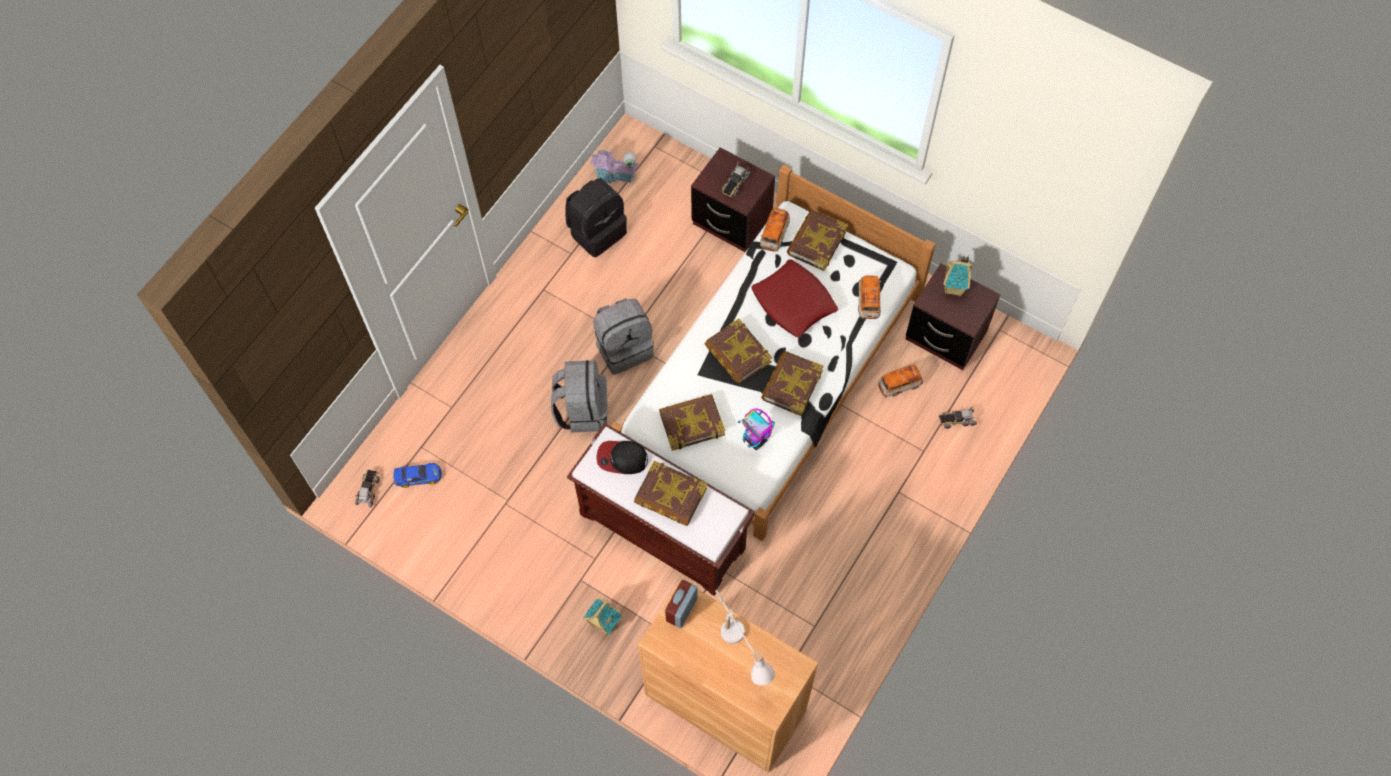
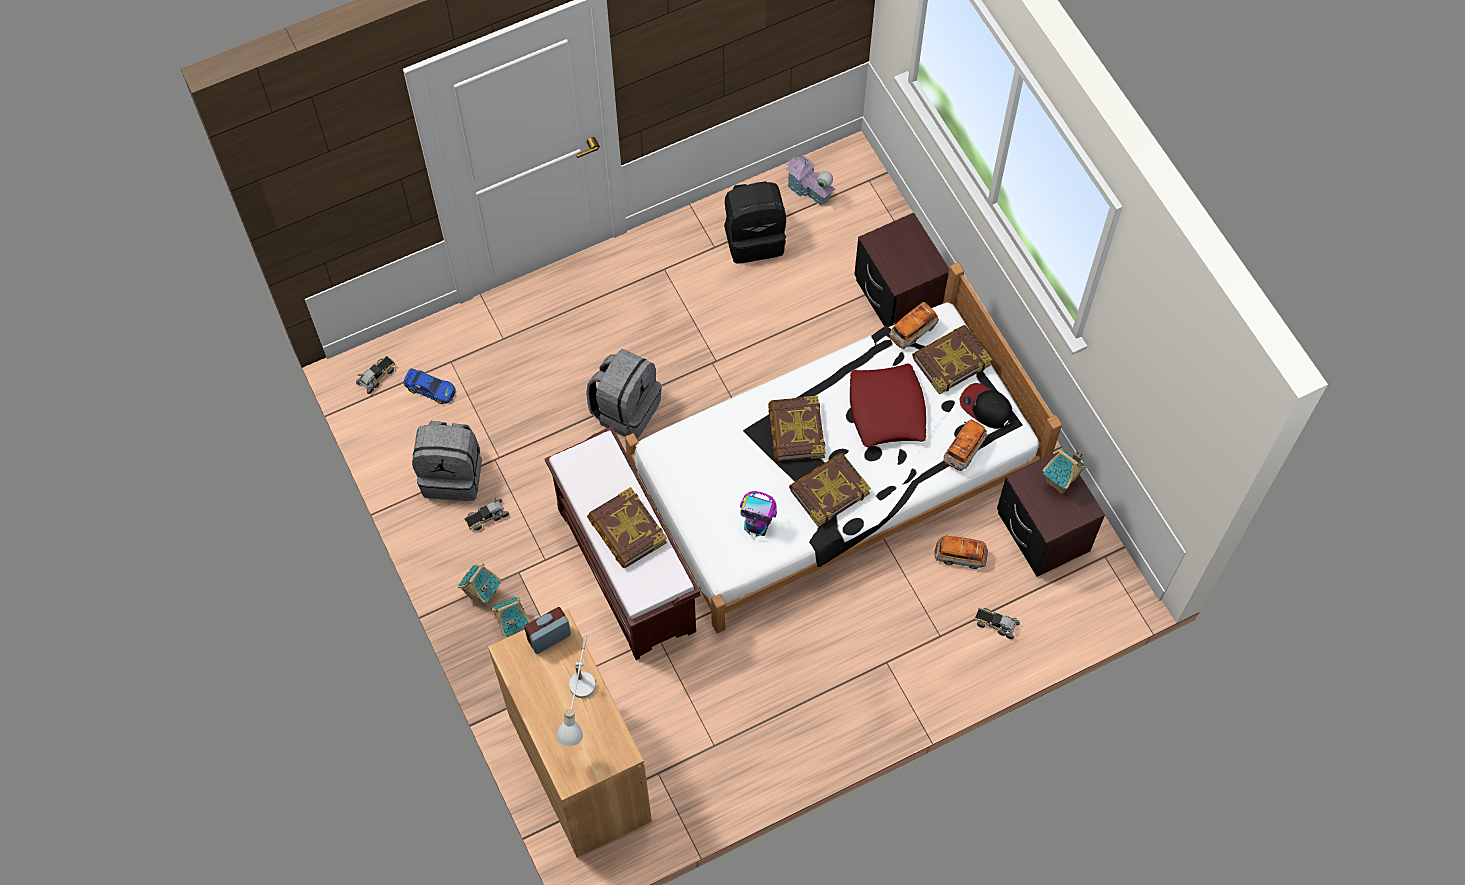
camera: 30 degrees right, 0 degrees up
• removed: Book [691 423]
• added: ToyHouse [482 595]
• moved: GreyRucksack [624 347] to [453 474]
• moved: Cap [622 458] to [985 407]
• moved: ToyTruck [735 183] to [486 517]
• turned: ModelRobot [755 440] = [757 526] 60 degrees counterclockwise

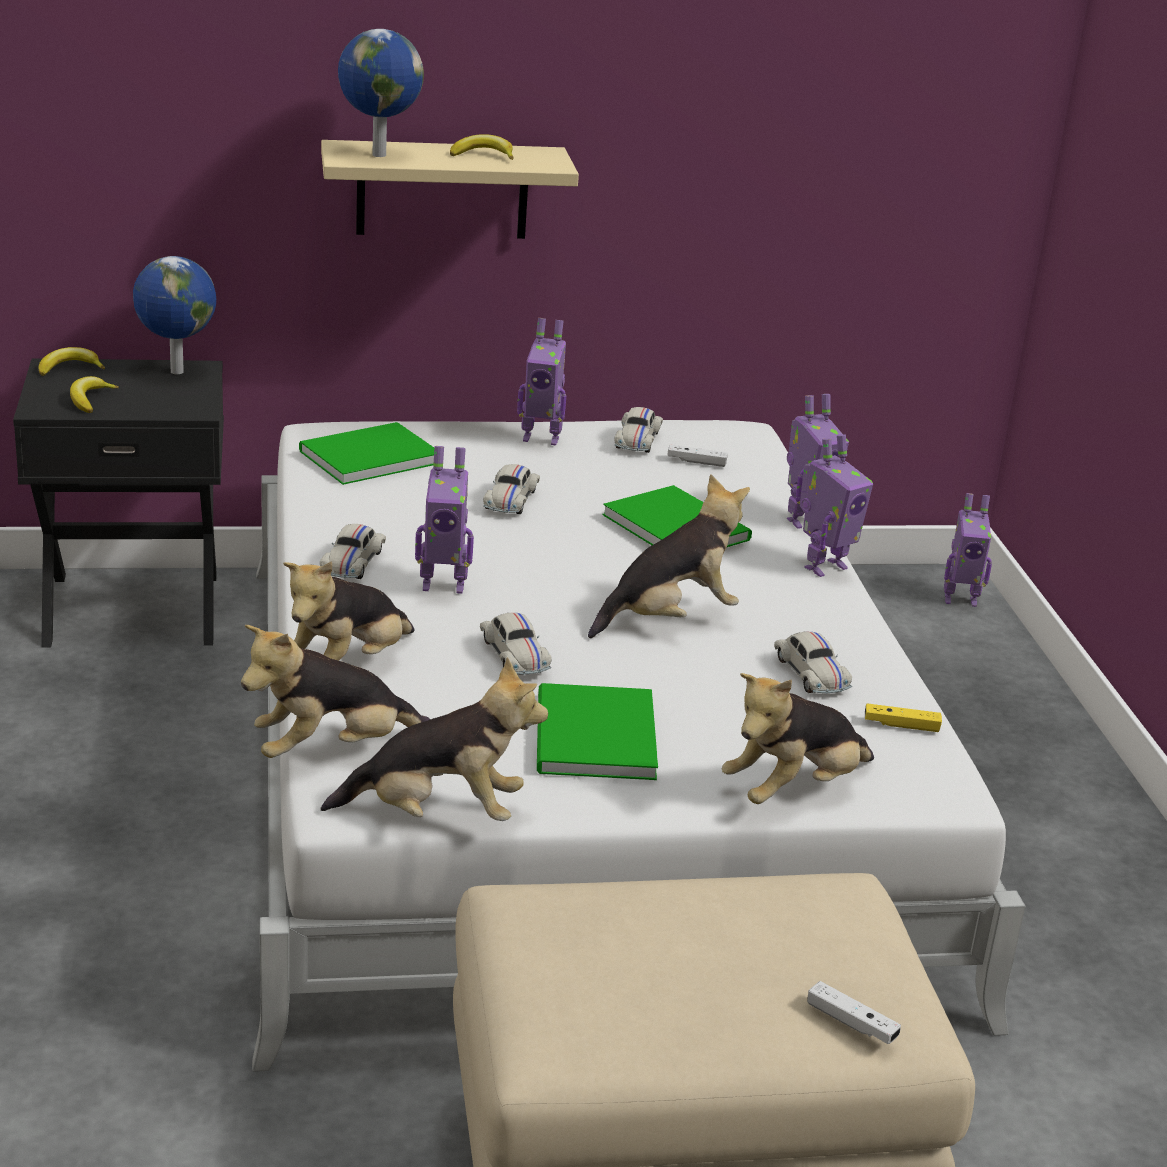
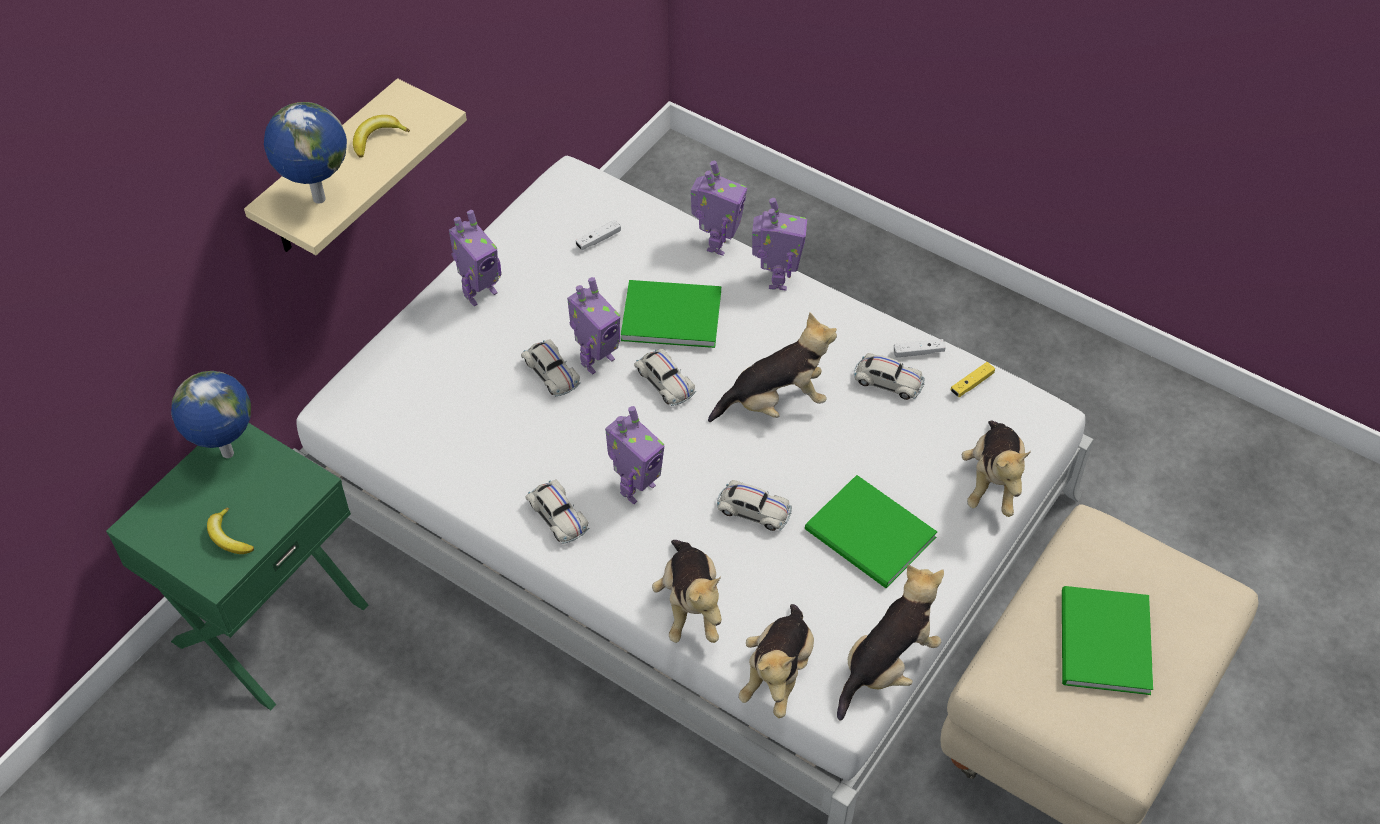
camera: 45 degrees left, 25 degrees up
• removed: Banana [70 369]
• moved: GreenColouredBook [365 457] to [1102 645]
• moved: WhiteColouredModelCar [637 440] to [665 382]
• moved: WhiteColouredGameController [851 1023] to [918 352]
• moved: ModelRobot [960 599] to [596 360]
• recoloured: BlackNightstand [133 607] to GreenColouredNightstand [268 621]
• turned: CuddlyToy [670 618] = [776 402] 60 degrees clockwise

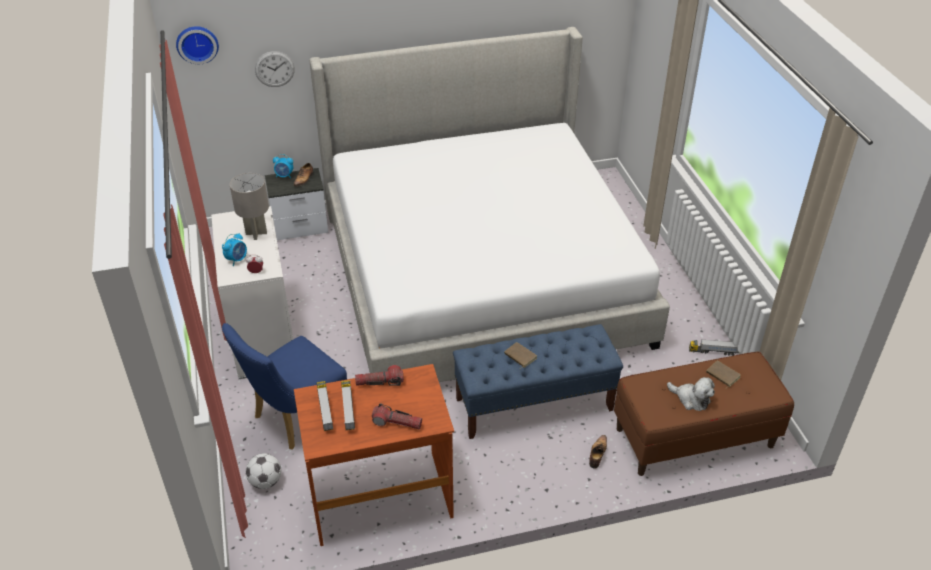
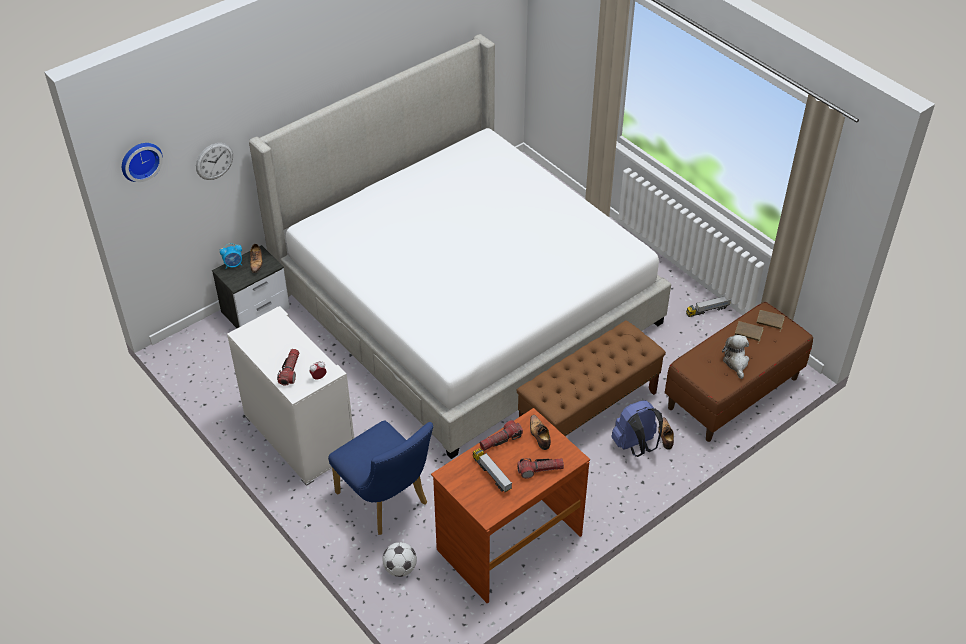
camera: 25 degrees left, 5 degrees up
• removed: GreyTableLamp [256 233]
• removed: ToyTruck [325 410]
• added: LowShoe [539 435]
• added: BlueRucksack [635 446]
• moved: BrownishBook [519 356] to [769 321]
• replaced: BedsideClock [237 259] to Flashlight [290 371]
• recoloured: BlueLongSeat [534 404] to BrownishLongSeat [588 411]
• turned: BlueUprightChair [295 418] = [386 502] 60 degrees counterclockwise
• turned: CuddlyToy [691 399] = [736 362] 105 degrees counterclockwise

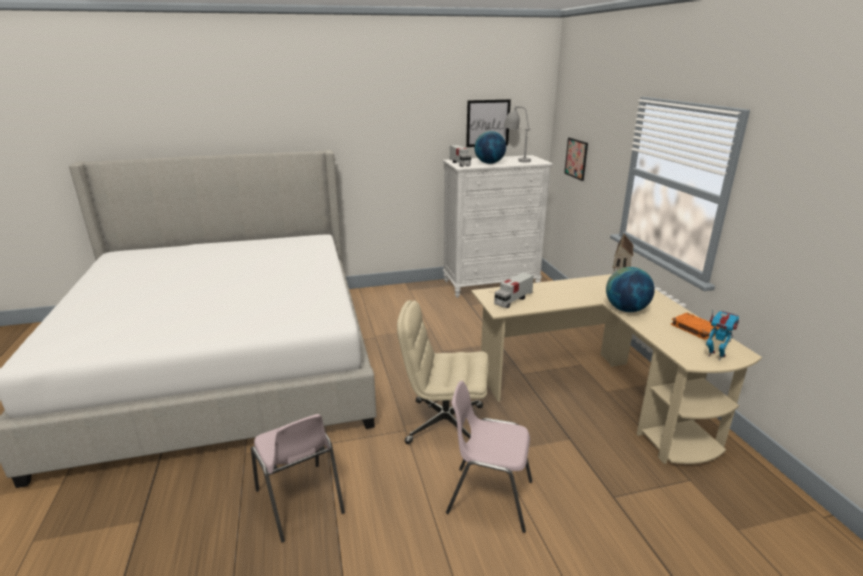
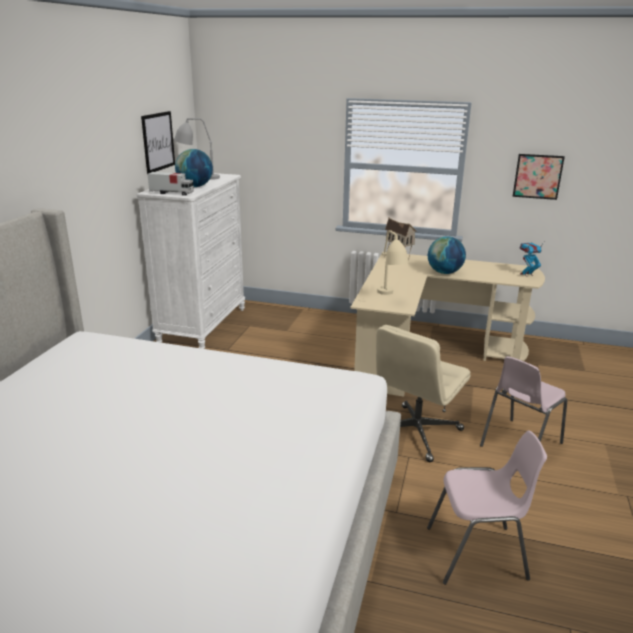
camera: 60 degrees left, 0 degrees up
• removed: OrangeColouredBook [694 328]
• moved: WallPicture [576 158] to [537 176]
• replaced: ToyTruck [513 300] to BeigeColouredTableLamp [390 298]

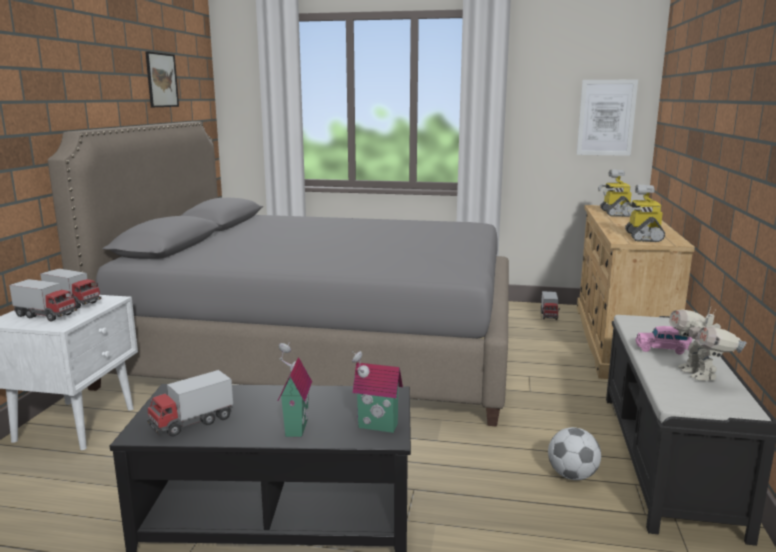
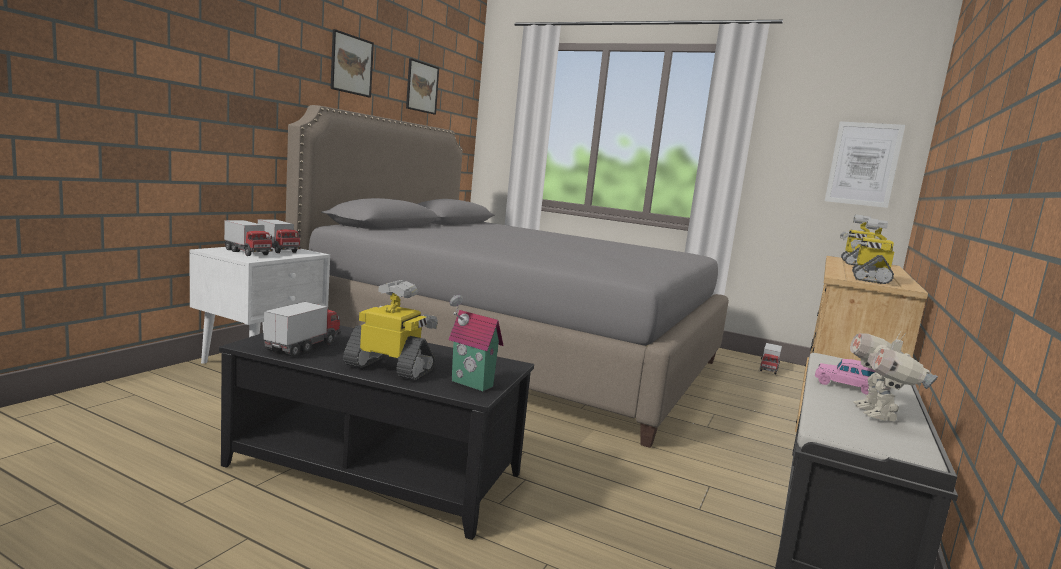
camera: 15 degrees right, 5 degrees down
• removed: BallForFootball [572 475]
• added: WallPicture [351 65]
• replaced: ToyHouse [294 427] to ModelRobot [391 368]
• turned: ToyTruck [192 423] = [303 346] 135 degrees clockwise

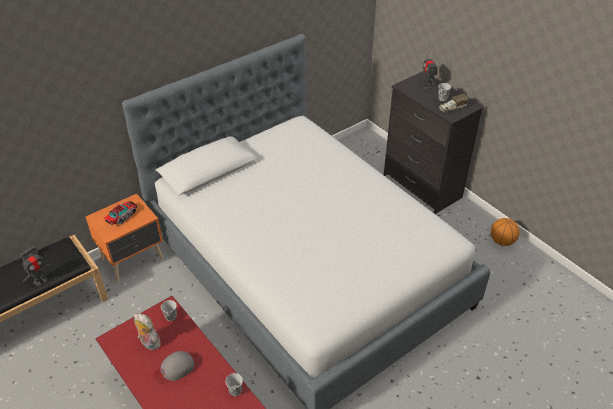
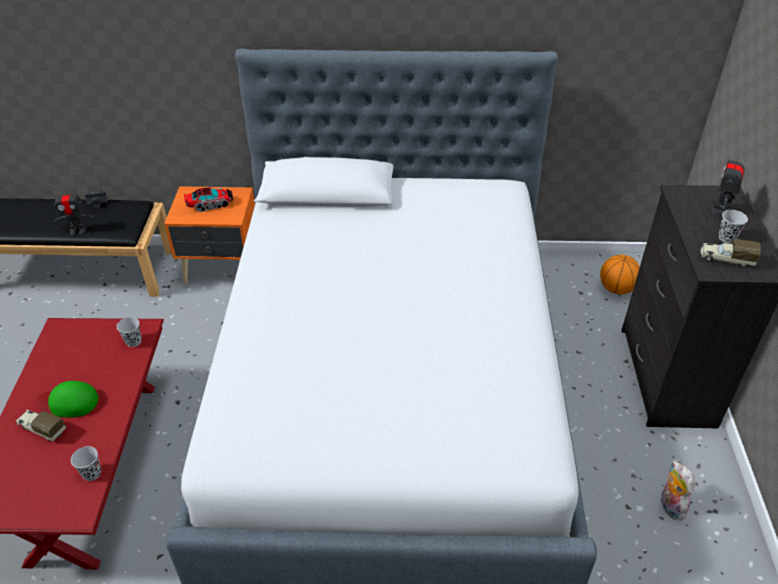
camera: 40 degrees right, 0 degrees up
• added: ToyTruck [42 429]
• moved: CuddlyToy [148 343] to [669 505]
• moved: BallForBasketball [502 241] to [616 289]
• recoloured: GreyCap [174 369] to GreenColouredCap [69 402]

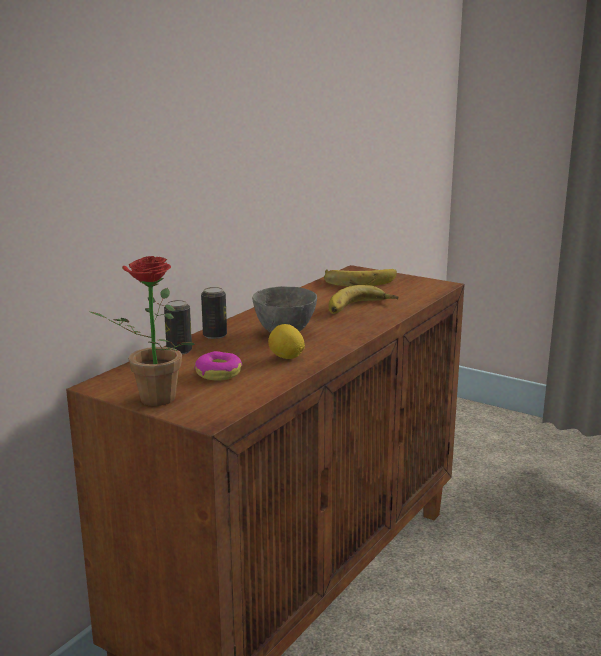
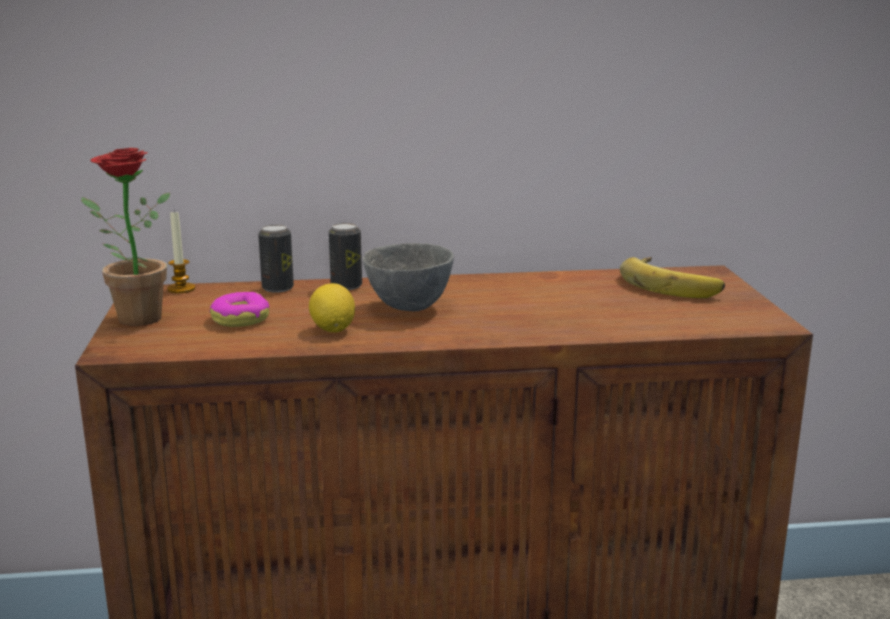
camera: 50 degrees right, 0 degrees up
• removed: Banana [361 308]
• added: WaxLight [181 289]

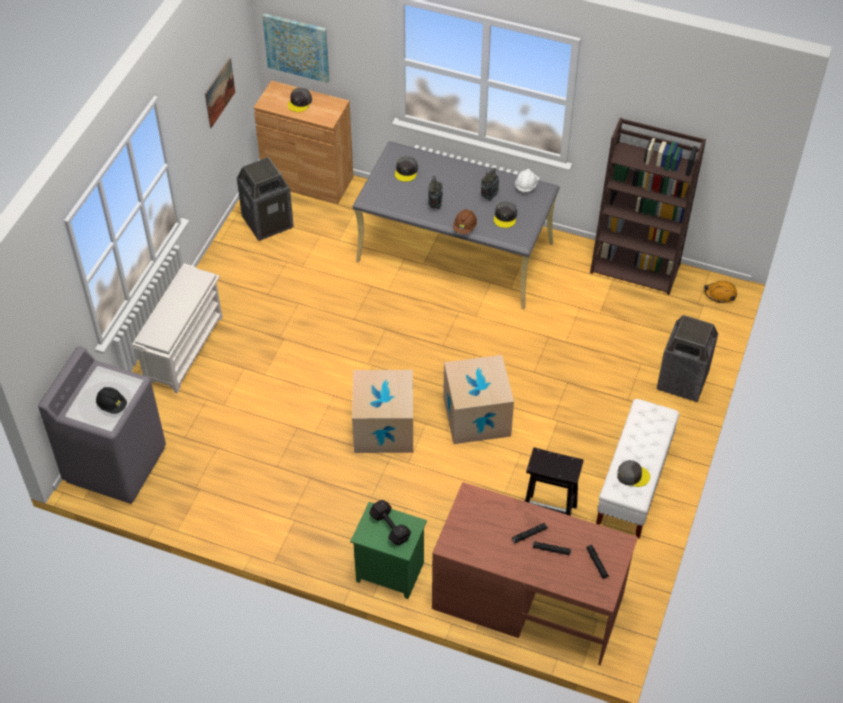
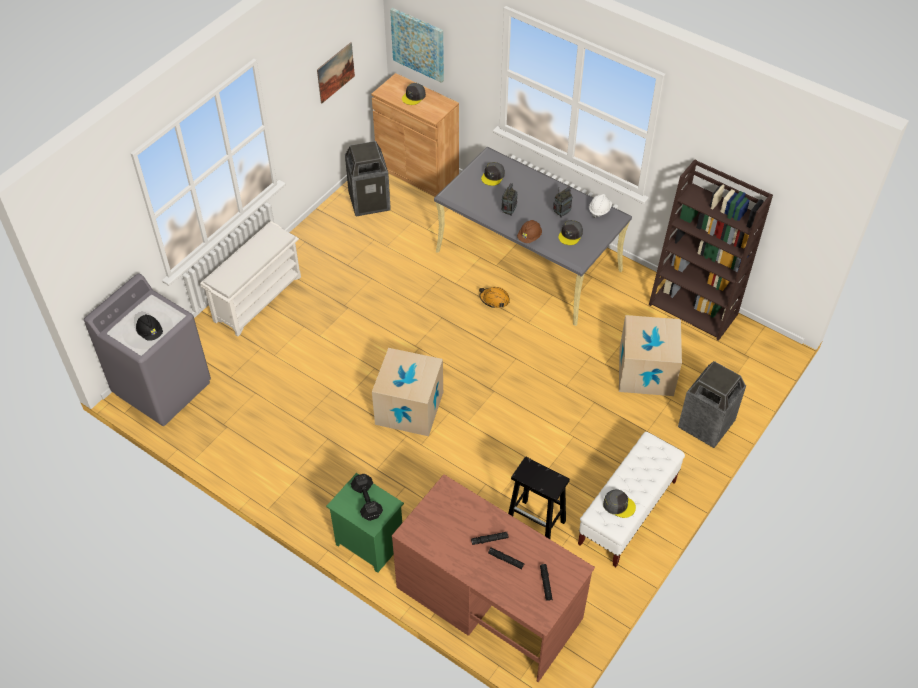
camera: 15 degrees right, 0 degrees up
• moved: CardboardBox [476 416] to [646 372]
• moved: OrangeColouredHardHat [720 294] to [494 299]

